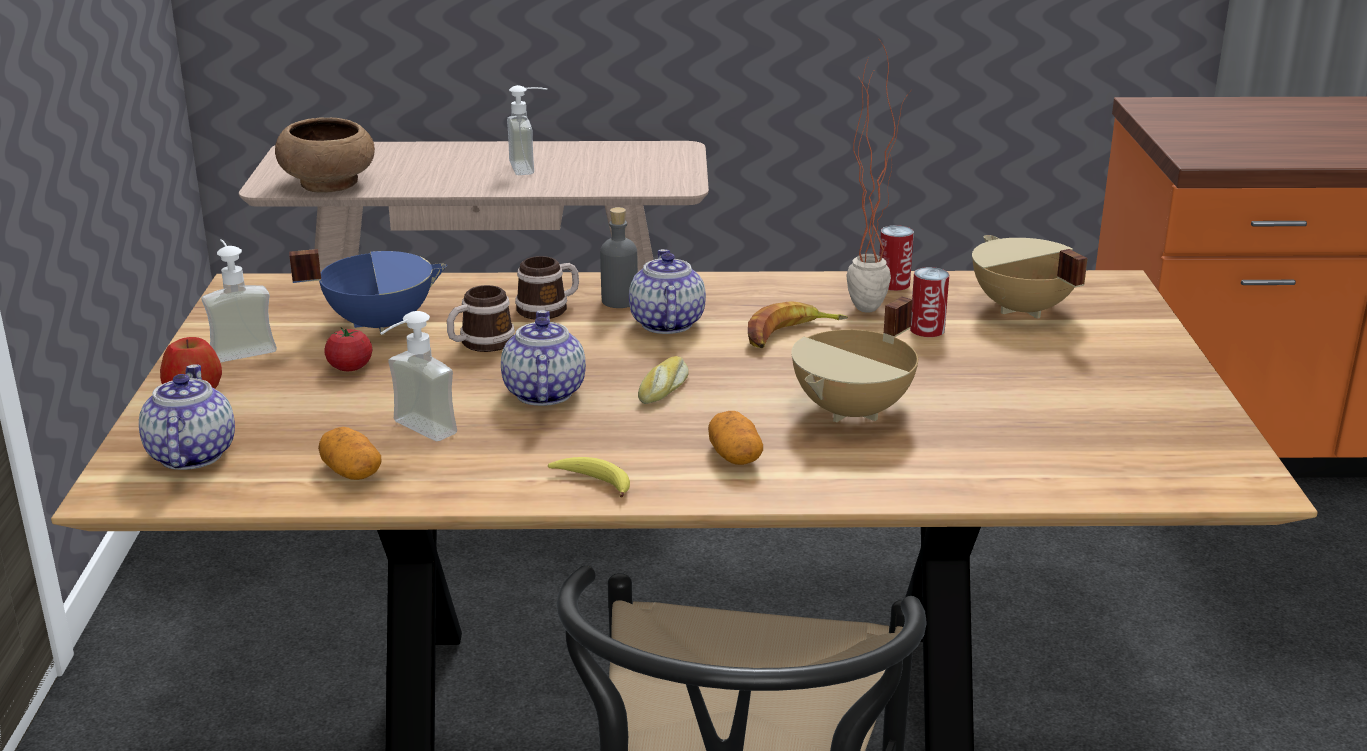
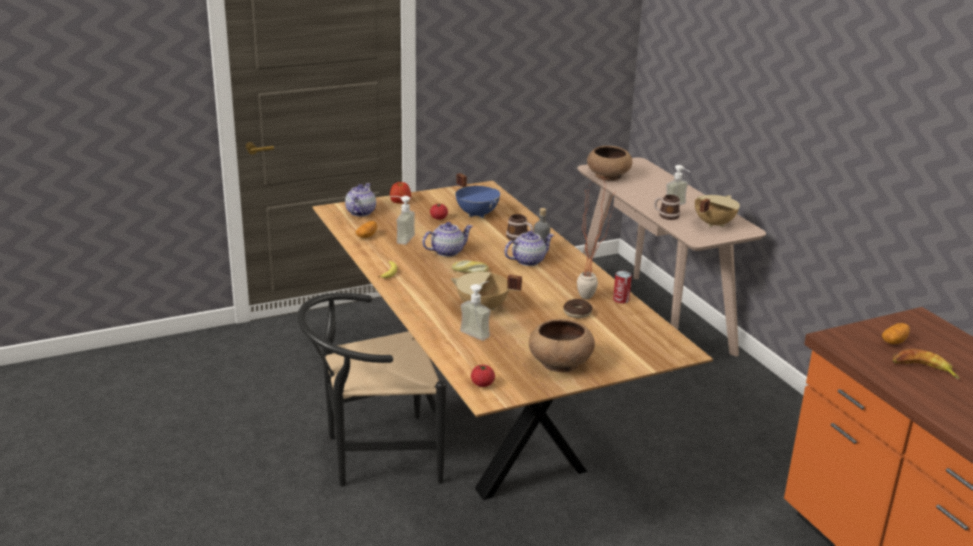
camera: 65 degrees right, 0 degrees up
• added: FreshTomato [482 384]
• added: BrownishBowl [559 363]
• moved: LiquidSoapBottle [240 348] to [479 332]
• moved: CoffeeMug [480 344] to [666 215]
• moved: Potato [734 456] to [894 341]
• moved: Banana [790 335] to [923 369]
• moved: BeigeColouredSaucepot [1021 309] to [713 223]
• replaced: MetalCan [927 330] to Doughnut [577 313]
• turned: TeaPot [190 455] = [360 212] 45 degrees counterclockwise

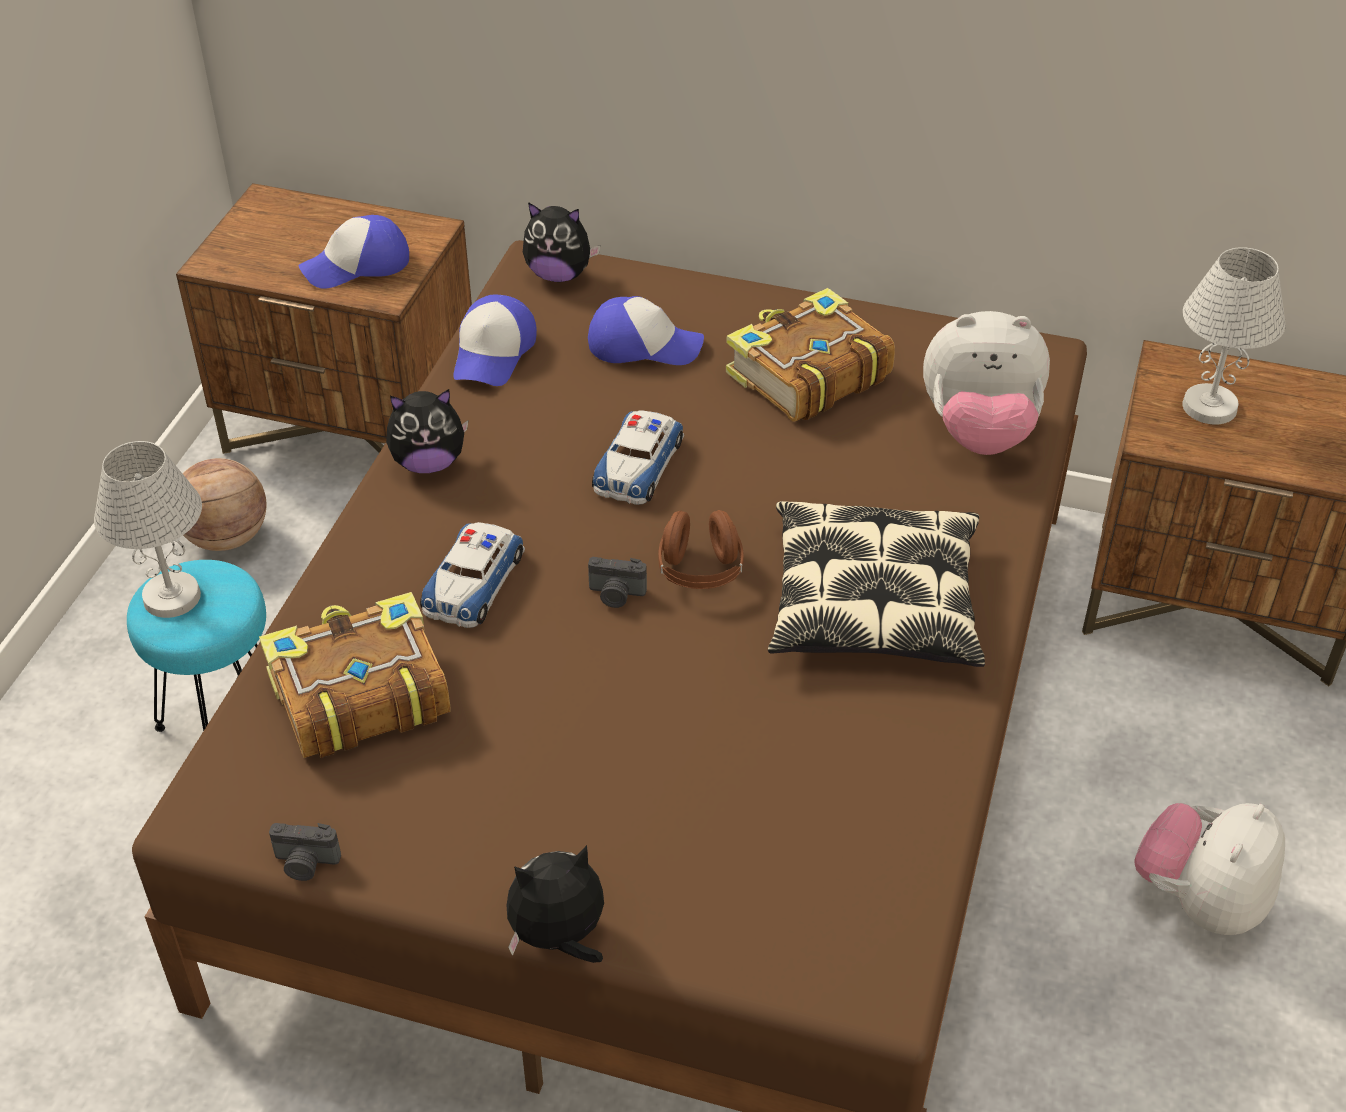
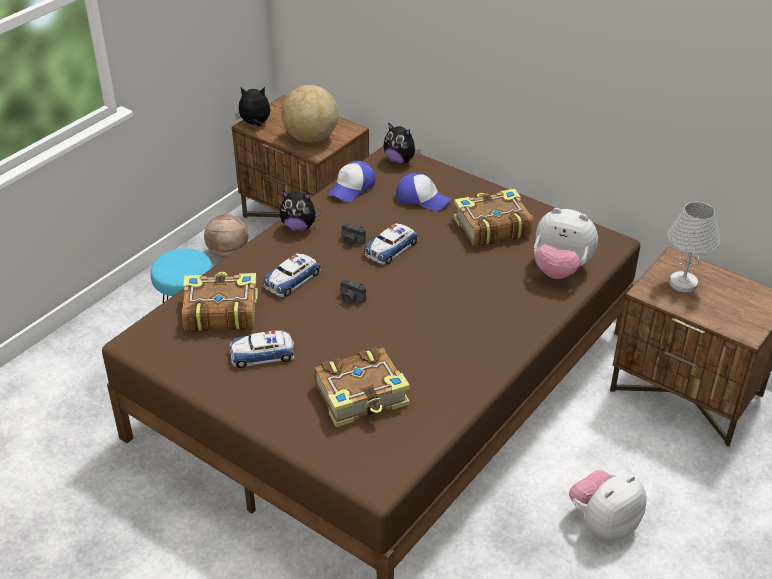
camera: 20 degrees right, 5 degrees down
• removed: WhiteColouredTableLamp [170 597]
• removed: BrownishHeadphones [700 571]
• removed: Pillow [874 604]
• added: ModelCar [262 354]
• added: Book [362 396]
• moved: PhotoCamera [305 864] to [352 241]
• moved: CuddlyToy [559 938] to [255 124]
• replaced: Cap [357 265] to WorldGlobe [311 138]

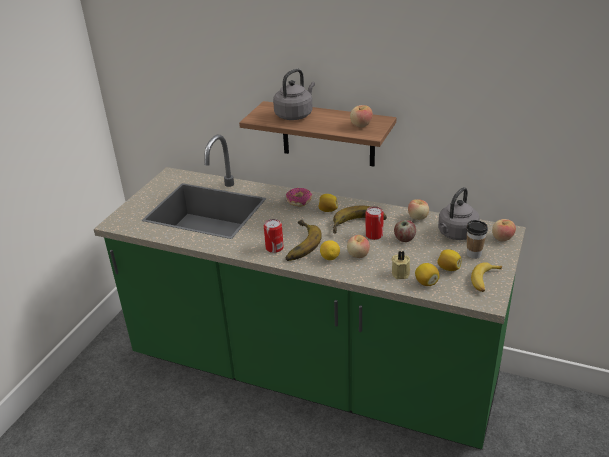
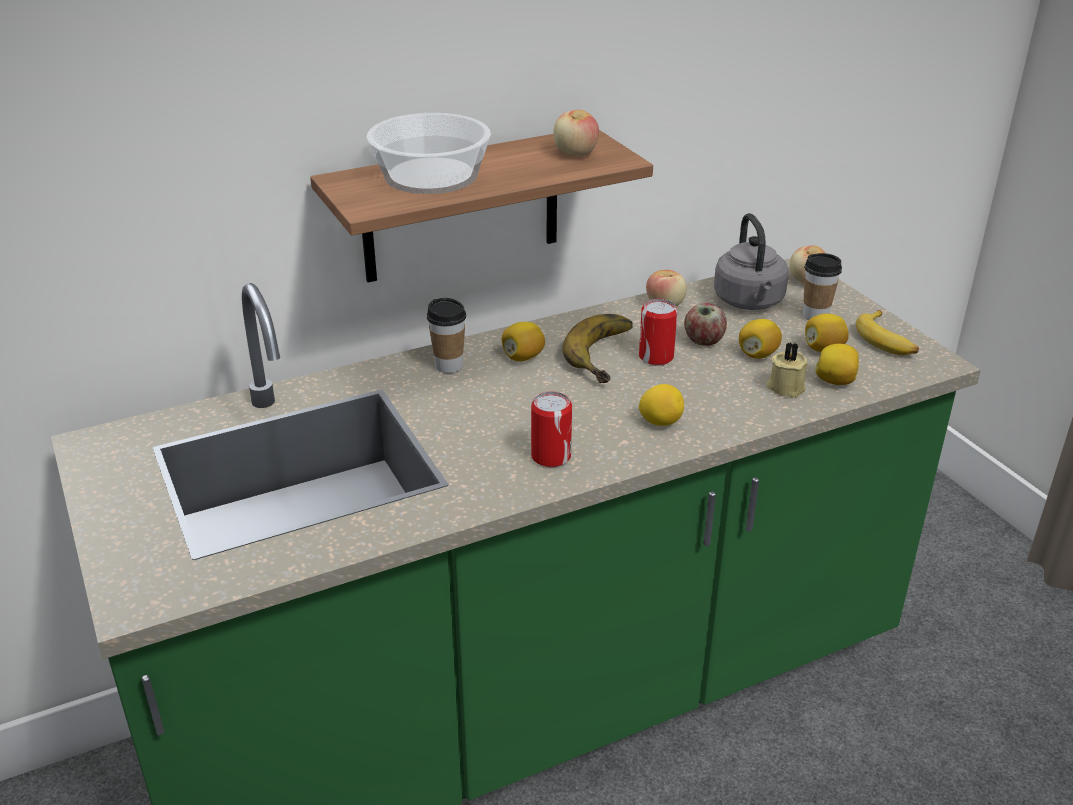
camera: 50 degrees left, 0 degrees up
• removed: Banana [297 244]
• removed: WholeApple [358 255]
• added: CitrusFruit [757 354]
• replaced: GreyWaterKettle [295 115] to Bowl [430 176]
• replaced: Doughnut [299 201] to Cup [449 366]

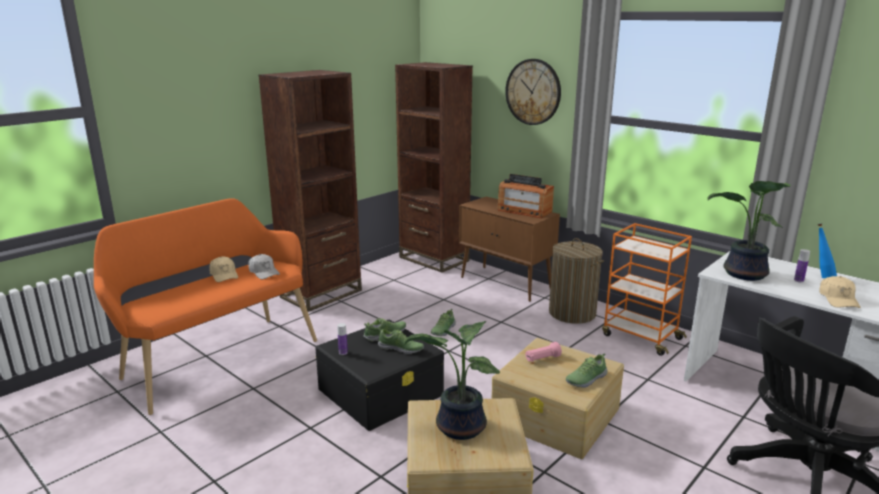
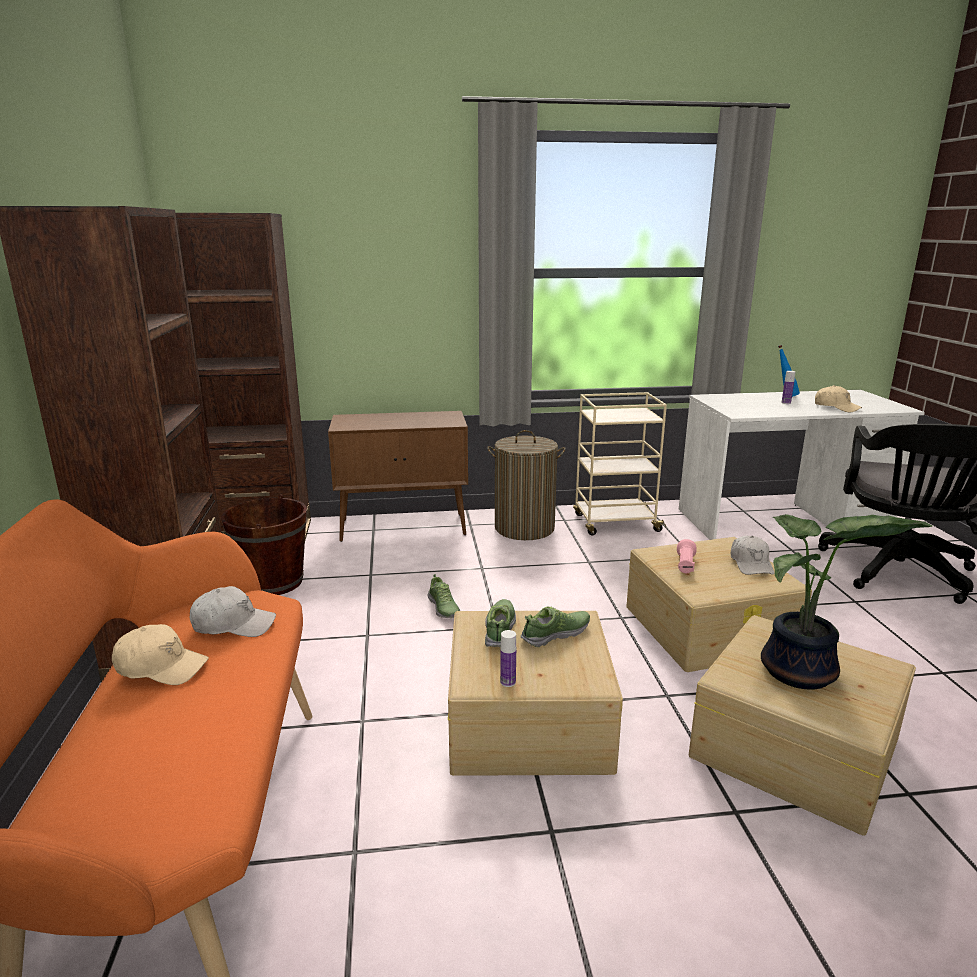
camera: 50 degrees left, 0 degrees up
• removed: RadioReceiver [524 211]
• removed: HangingClock [533 92]
• removed: PlantInAPot [743 274]
• added: BrownishPail [272 582]
• replaced: LowShoe [585 379] to WhiteColouredCap [751 564]
• recoloured: BlackStorageBin [381 391] to BeigeColouredStorageBin [529 719]
• recoloured: OrangeColouredCart [640 336] to BeigeColouredCart [615 523]

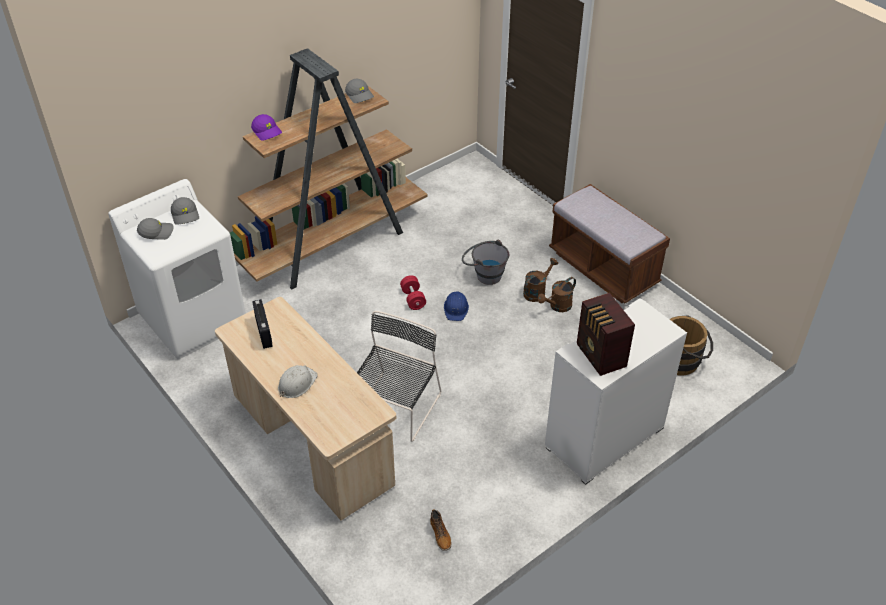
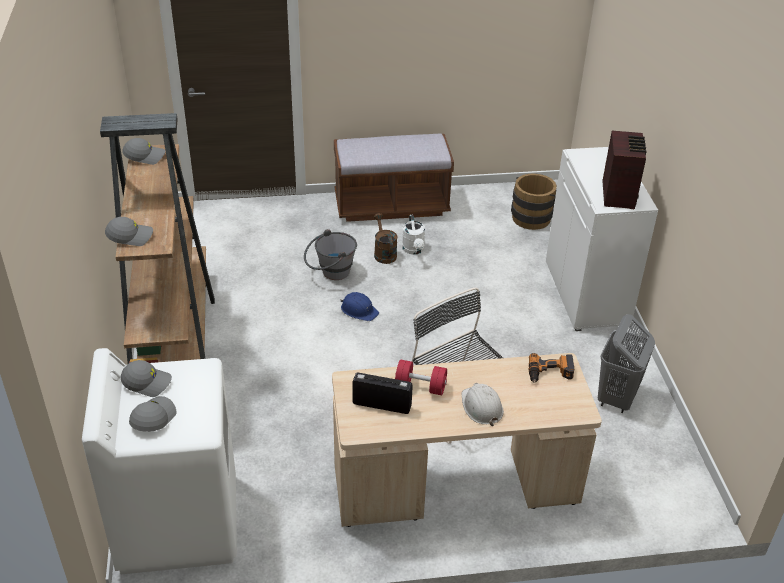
camera: 60 degrees left, 5 degrees down
• removed: HighTopBoot [440 535]
• added: ElectricDrill [550 373]
• added: GreyWashingBasket [616 398]
• moved: RedColouredHandWeight [413 299] to [420 387]
• recoloured: PurpleColouredCap [267 131] to GreyCap [130 236]
• recoloured: BrownishWateringPot [557 307] to WhiteColouredWateringPot [414 250]
• turned: RadioReceiver [600 356] = [619 194] 90 degrees counterclockwise

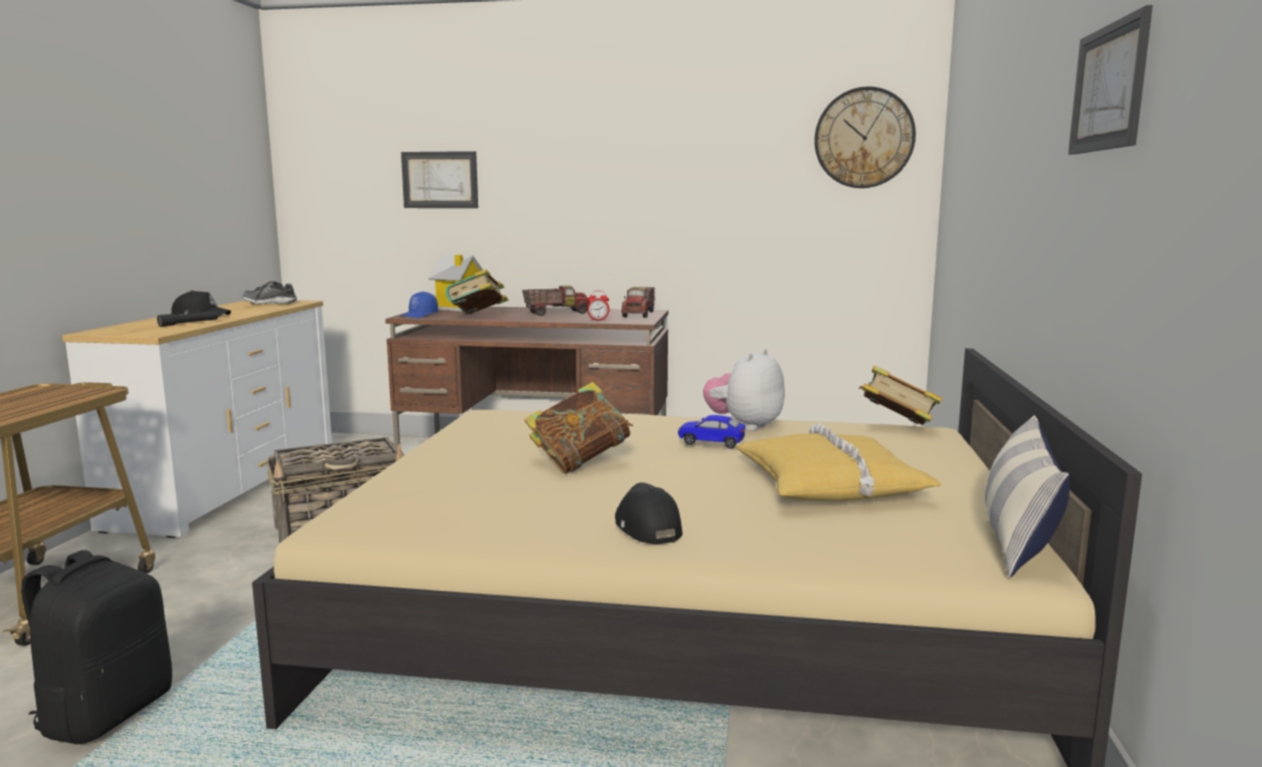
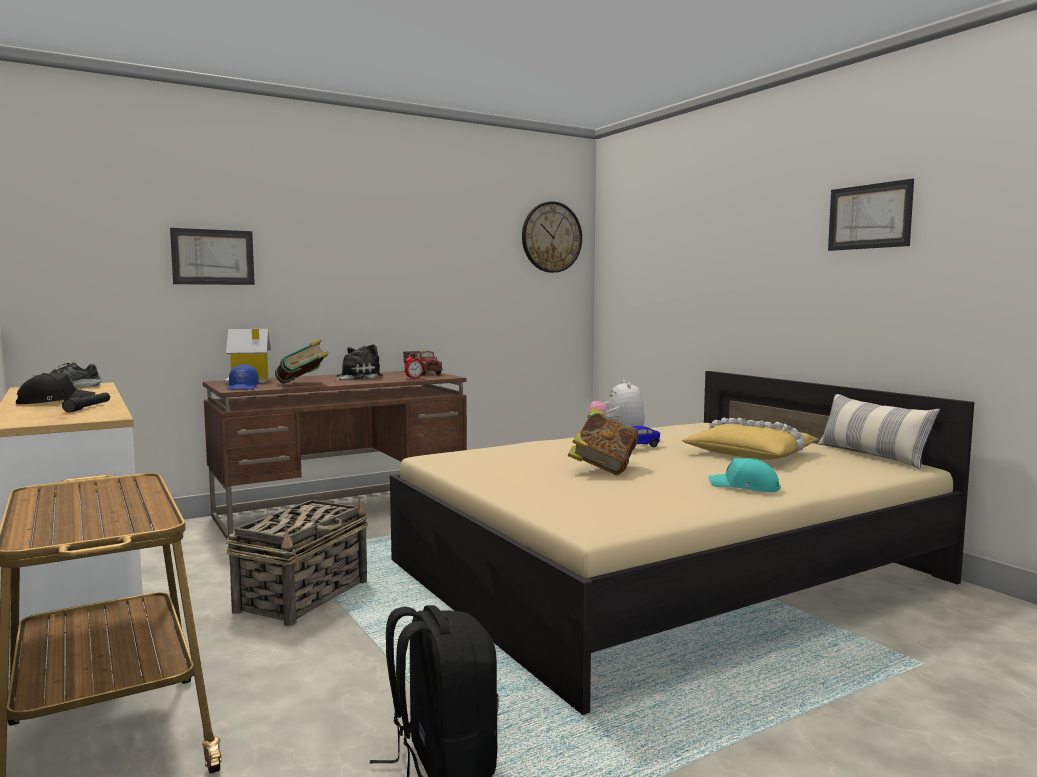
camera: 40 degrees left, 5 degrees down
• removed: Book [896 427]
• replaced: ToyTruck [556 313] to CuddlyToy [356 377]
• recoloured: BlackCap [645 527] to BlueGreenCap [744 487]

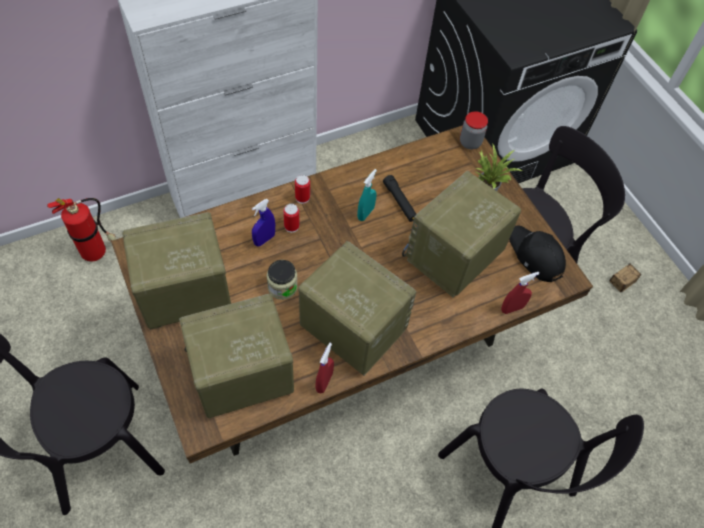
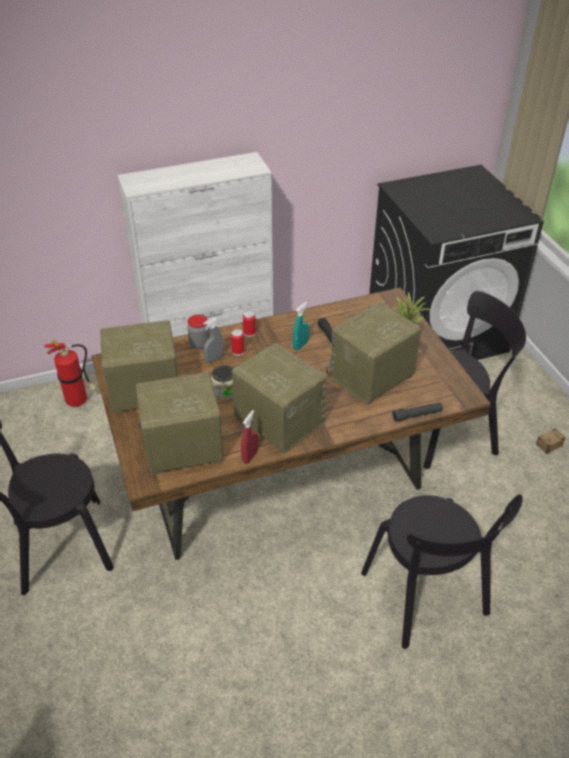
camera: 10 degrees right, 15 degrees down
• removed: BlackCap [535 256]
• moved: Jar [470 142] to [199 344]
• replaced: RedColouredSprayer [512 308] to BlackFlashlight [417 415]
• recoloured: BlueSprayer [264 239] to GreySprayer [214 359]

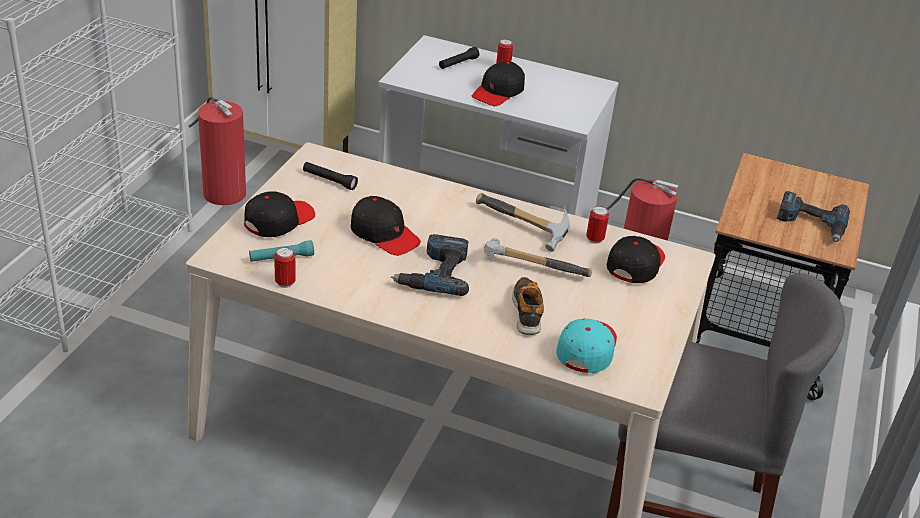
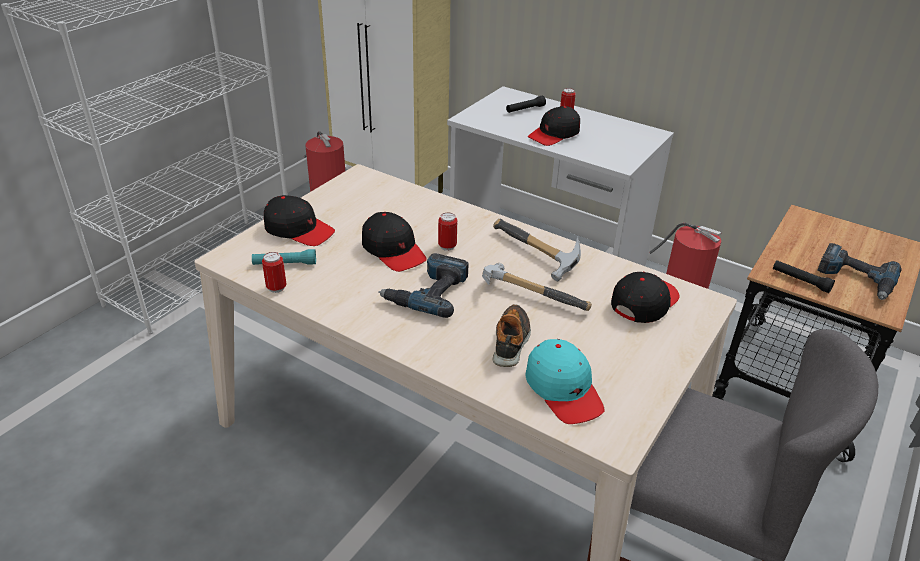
camera: 15 degrees right, 0 degrees up
• moved: BlackFlashlight [329 180] to [800 281]
• moved: MetalCan [594 239] to [447 246]
• turned: BlackCap [278 221] = [299 230] 60 degrees clockwise
• turned: BlueGreenCap [586 349] = [563 389] 120 degrees clockwise

